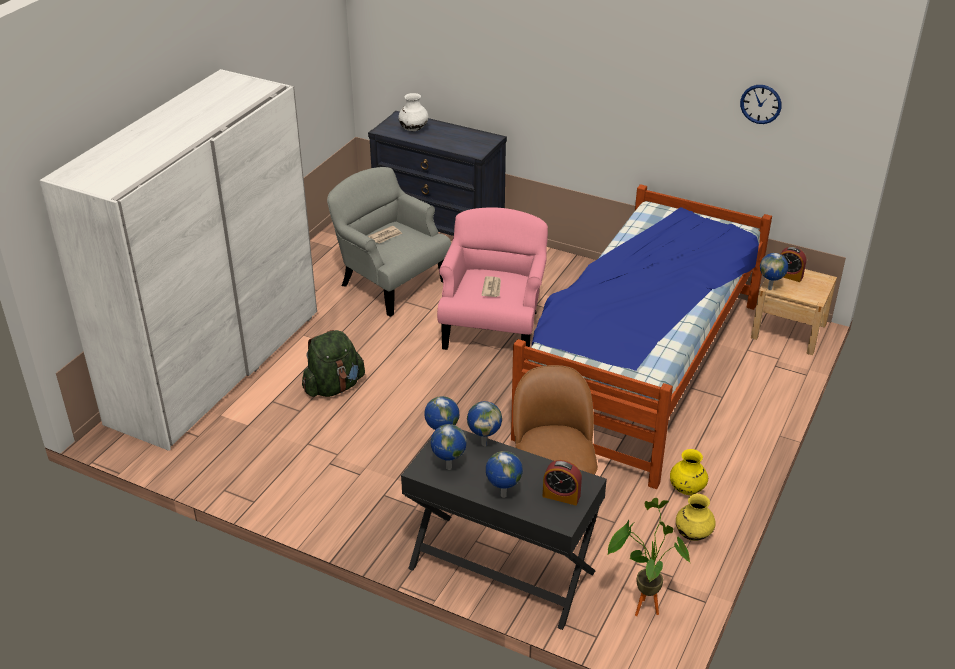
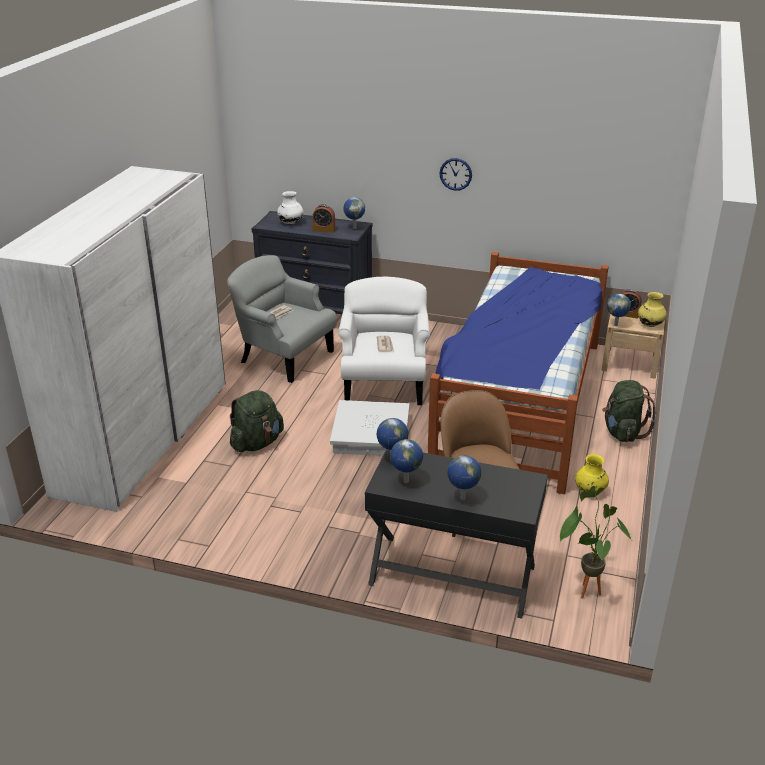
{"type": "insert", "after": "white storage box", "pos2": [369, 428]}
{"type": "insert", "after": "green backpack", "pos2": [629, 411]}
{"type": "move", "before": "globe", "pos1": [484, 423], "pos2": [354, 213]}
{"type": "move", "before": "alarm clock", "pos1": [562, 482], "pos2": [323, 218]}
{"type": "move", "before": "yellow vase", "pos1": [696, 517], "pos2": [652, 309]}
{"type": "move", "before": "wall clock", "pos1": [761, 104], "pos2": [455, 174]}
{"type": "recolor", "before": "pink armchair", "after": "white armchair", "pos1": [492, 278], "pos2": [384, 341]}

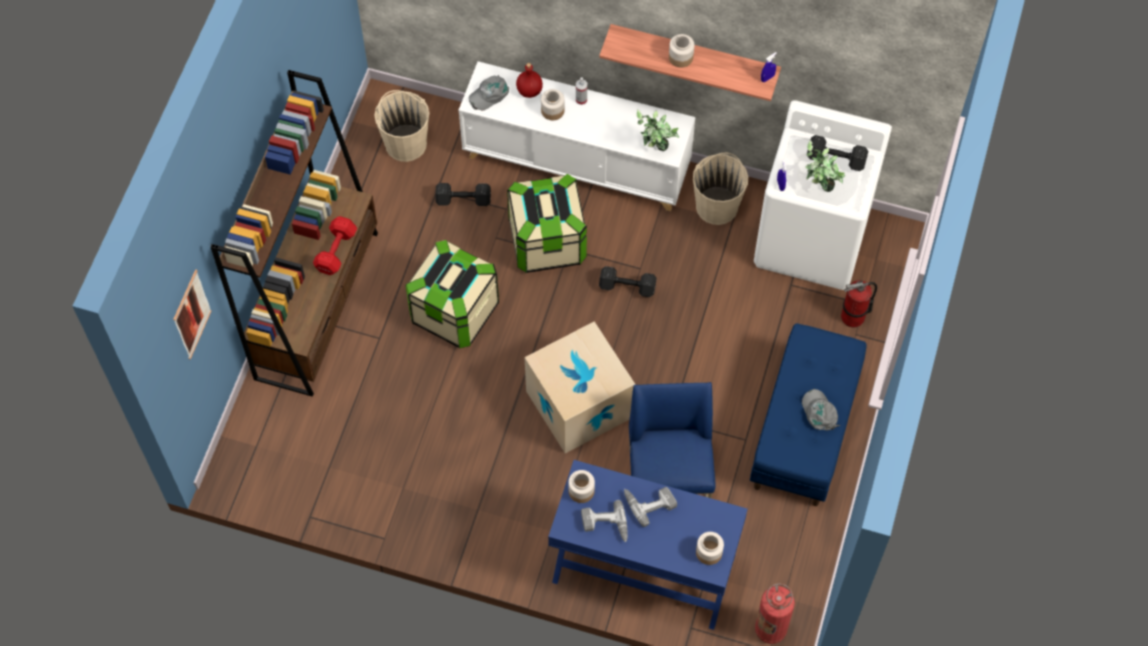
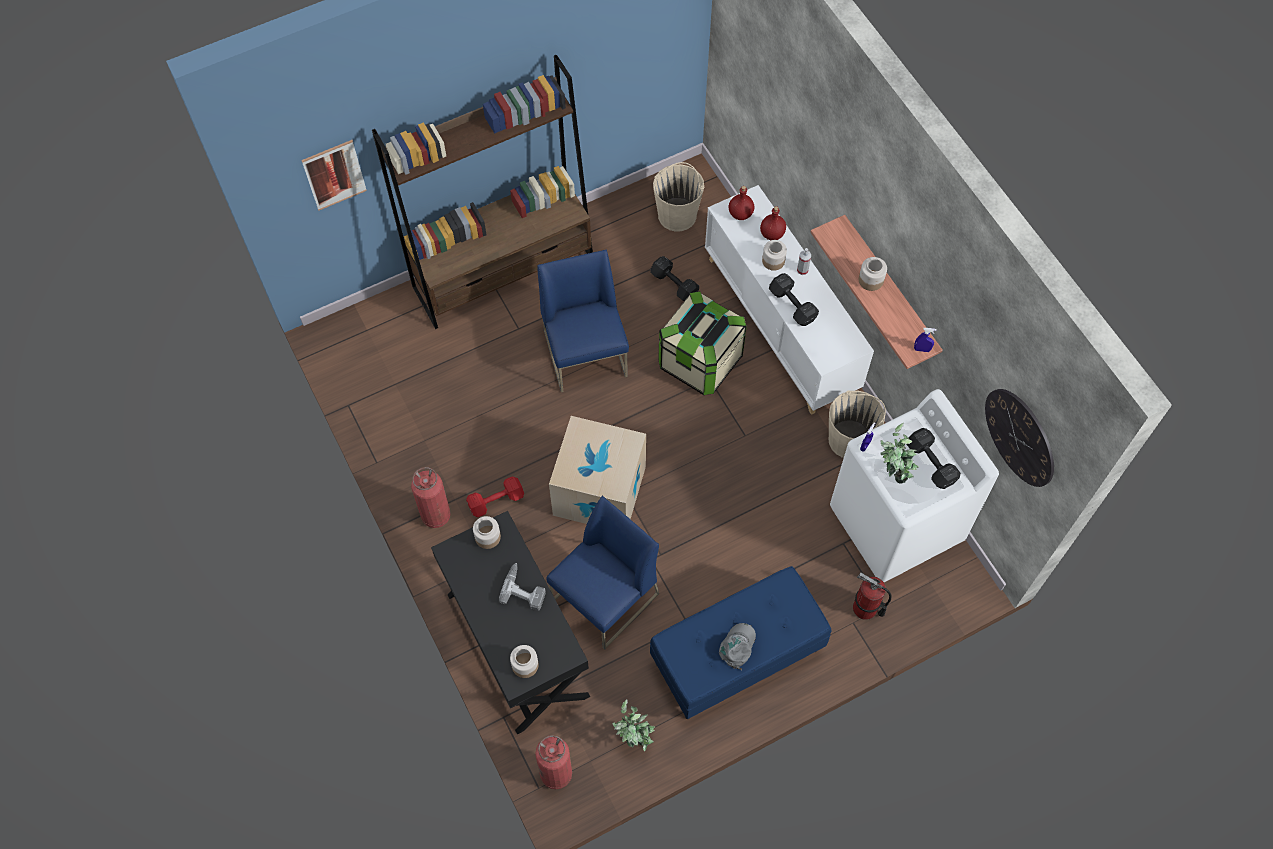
{"type": "delete", "before": "power drill", "pos1": [604, 521]}
{"type": "insert", "after": "fire extinguisher", "pos2": [431, 497]}
{"type": "insert", "after": "wall clock", "pos2": [1019, 438]}
{"type": "move", "before": "red dumbbell", "pos1": [335, 245], "pos2": [495, 496]}
{"type": "move", "before": "black dumbbell", "pos1": [628, 281], "pos2": [794, 299]}
{"type": "move", "before": "potted plant", "pos1": [658, 130], "pos2": [633, 725]}
{"type": "replace", "before": "storage box", "after": "blue chair", "pos1": [452, 294], "pos2": [583, 321]}
{"type": "replace", "before": "grey cap", "after": "red bottle", "pos1": [489, 93], "pos2": [741, 203]}
{"type": "recolor", "before": "blue desk", "after": "black desk", "pos1": [648, 545], "pos2": [510, 623]}

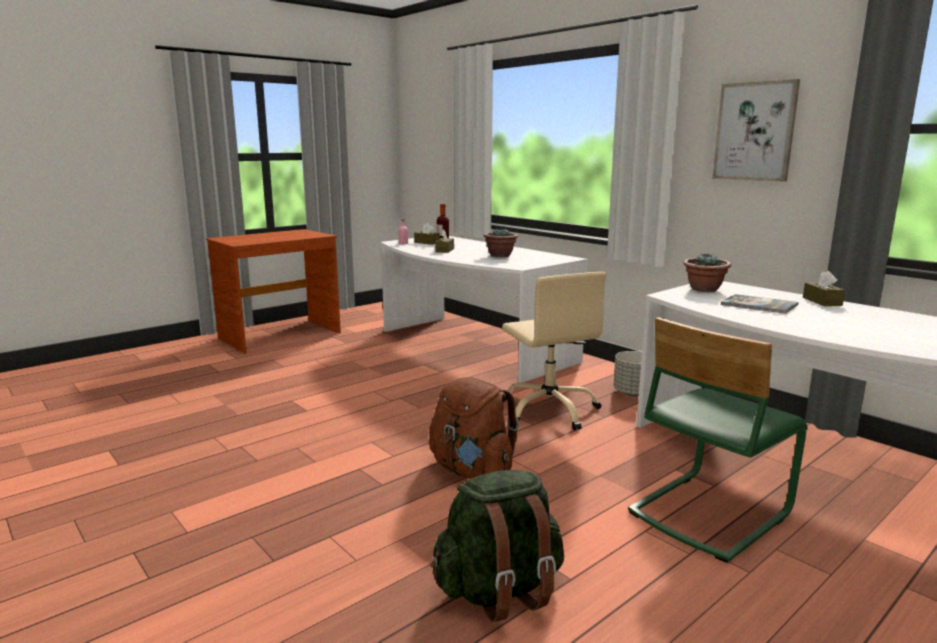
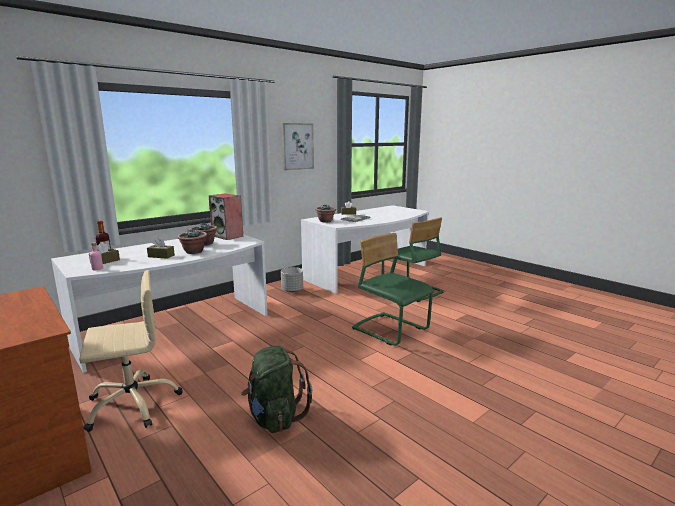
{"type": "insert", "after": "potted plant", "pos2": [192, 241]}
{"type": "insert", "after": "speaker", "pos2": [226, 216]}
{"type": "move", "before": "green backpack", "pos1": [497, 546], "pos2": [277, 389]}
{"type": "move", "before": "beige office chair", "pos1": [554, 351], "pos2": [131, 351]}
{"type": "replace", "before": "brown backpack", "after": "green chair", "pos1": [474, 428], "pos2": [393, 289]}

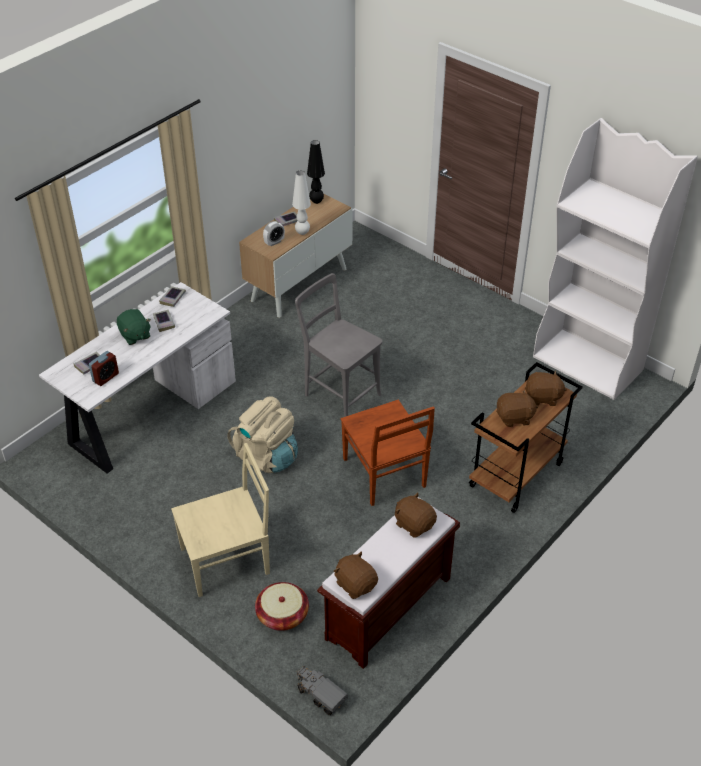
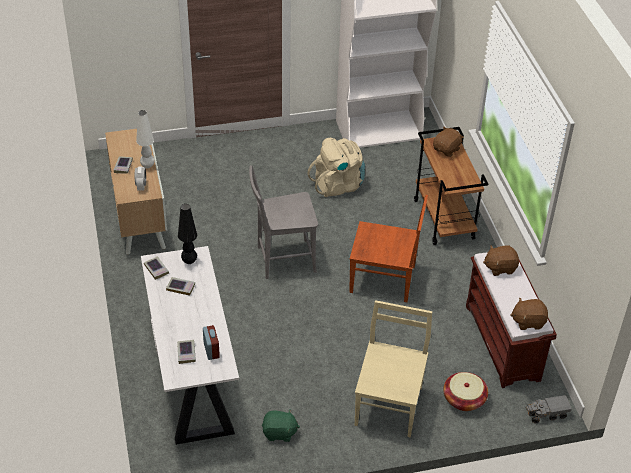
{"type": "delete", "before": "brown plush toy", "pos1": [517, 408]}
{"type": "move", "before": "green plush toy", "pos1": [134, 327], "pos2": [281, 425]}
{"type": "move", "before": "beige backpack", "pos1": [262, 434], "pos2": [336, 167]}
{"type": "move", "before": "black table lamp", "pos1": [316, 172], "pos2": [187, 234]}

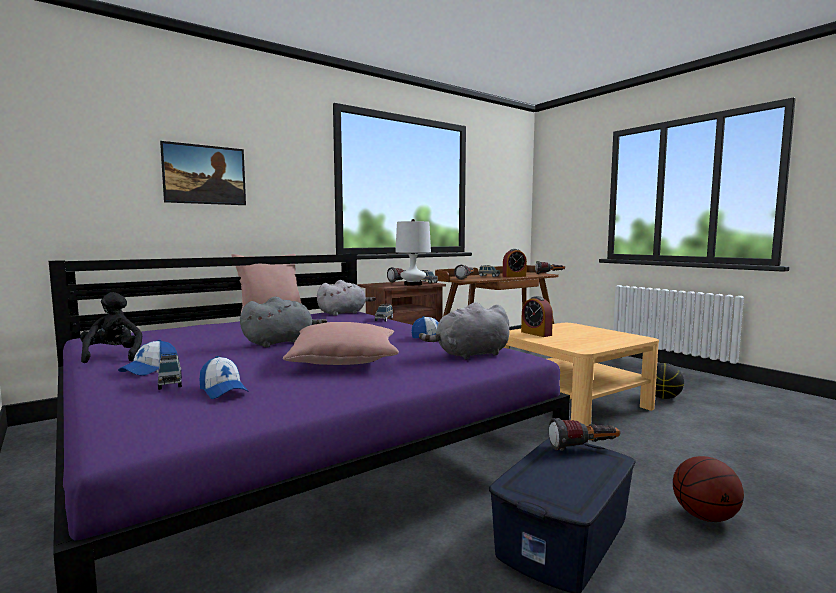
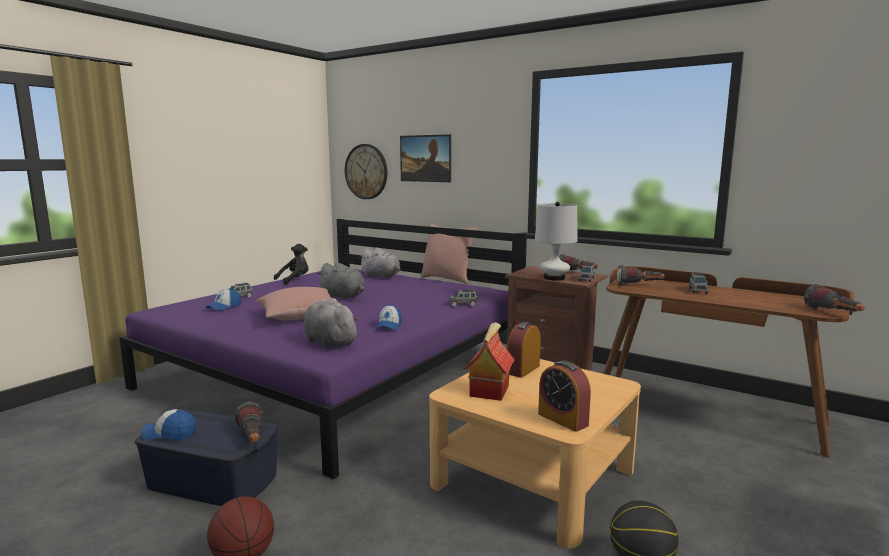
{"type": "insert", "after": "wall clock", "pos2": [366, 171]}
{"type": "insert", "after": "toy house", "pos2": [490, 361]}
{"type": "move", "before": "cap", "pos1": [148, 358], "pos2": [168, 424]}
{"type": "move", "before": "grey plush toy", "pos1": [346, 298], "pos2": [379, 263]}
{"type": "move", "before": "alarm clock", "pos1": [515, 263], "pos2": [564, 396]}

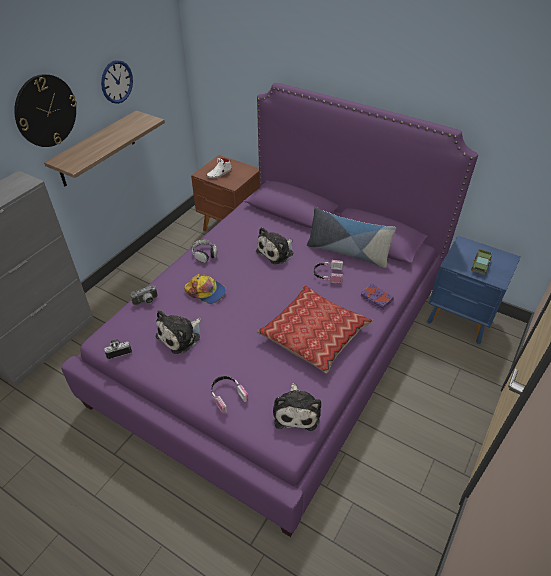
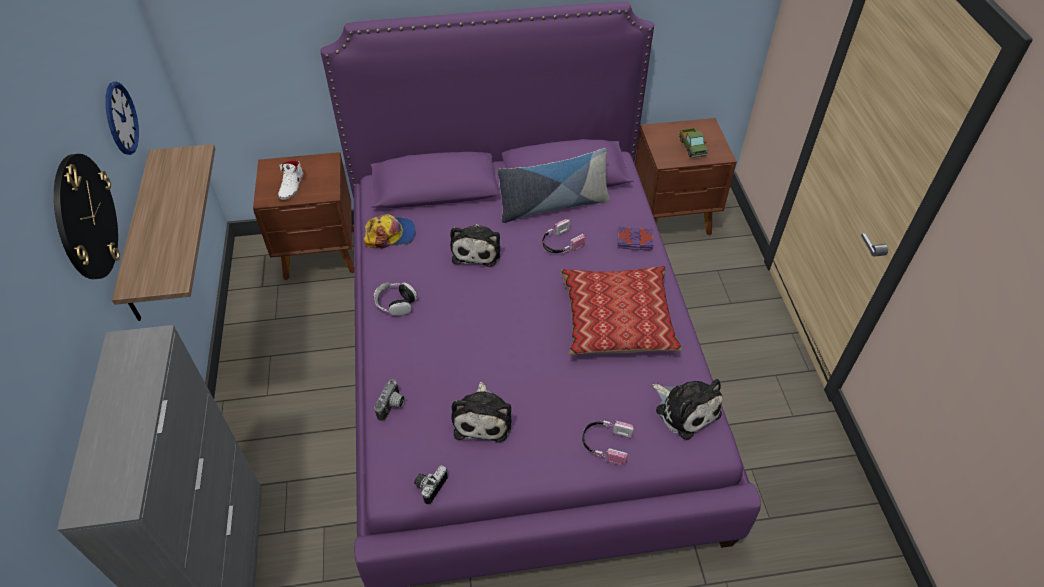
{"type": "move", "before": "cap", "pos1": [205, 289], "pos2": [389, 231]}
{"type": "recolor", "before": "blue nightstand", "after": "brown nightstand", "pos1": [474, 290], "pos2": [686, 176]}

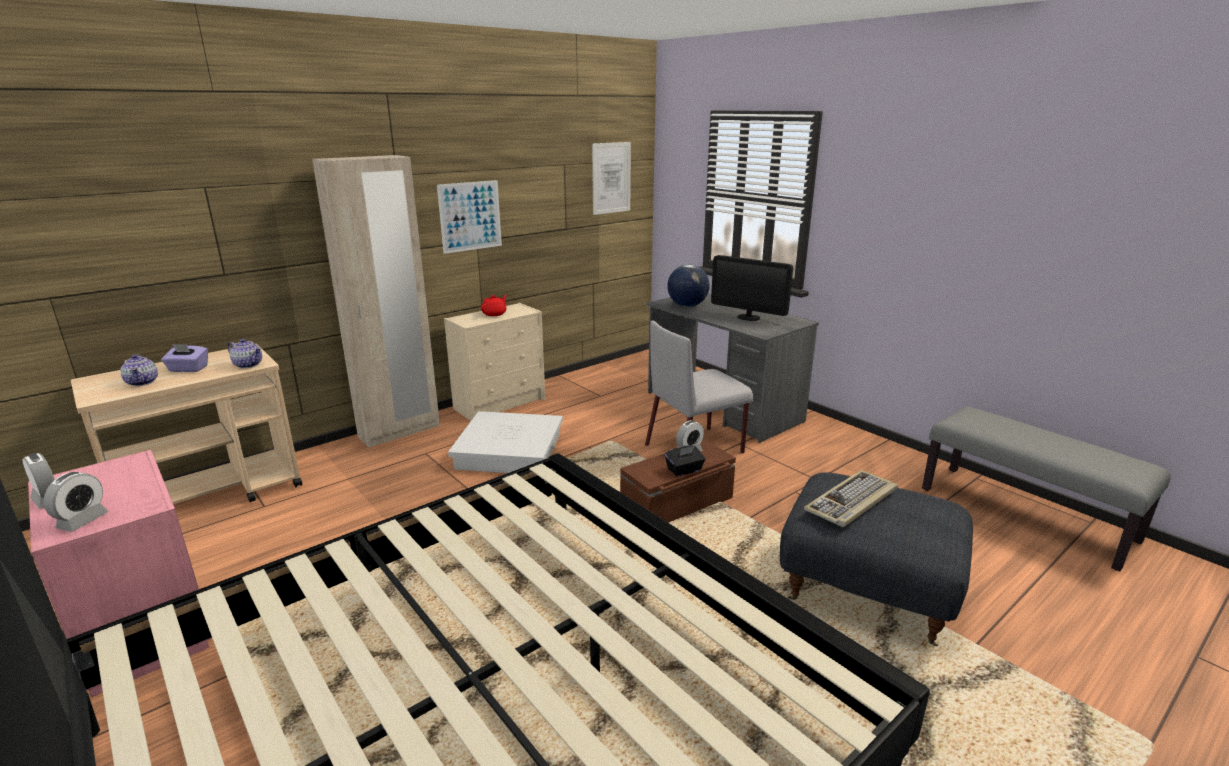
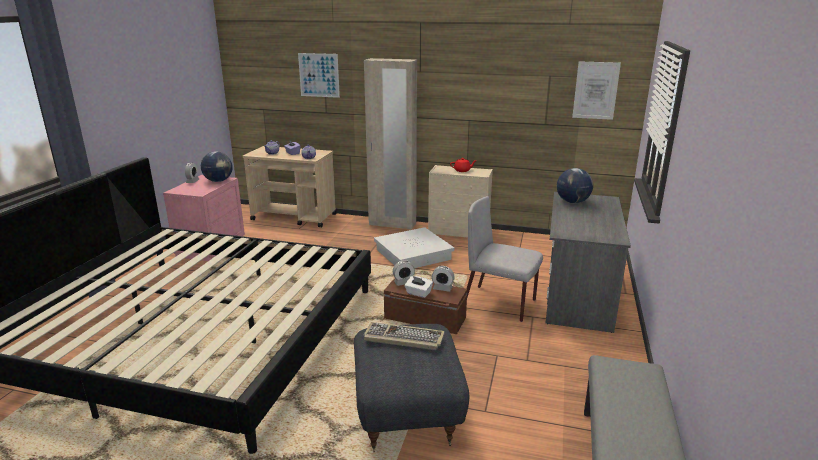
{"type": "delete", "before": "monitor", "pos1": [752, 288]}
{"type": "insert", "after": "globe", "pos2": [217, 166]}
{"type": "move", "before": "alarm clock", "pos1": [75, 502], "pos2": [404, 273]}
{"type": "move", "before": "picture", "pos1": [469, 217], "pos2": [319, 75]}
{"type": "recolor", "before": "black tissue box", "after": "white tissue box", "pos1": [685, 460], "pos2": [419, 287]}

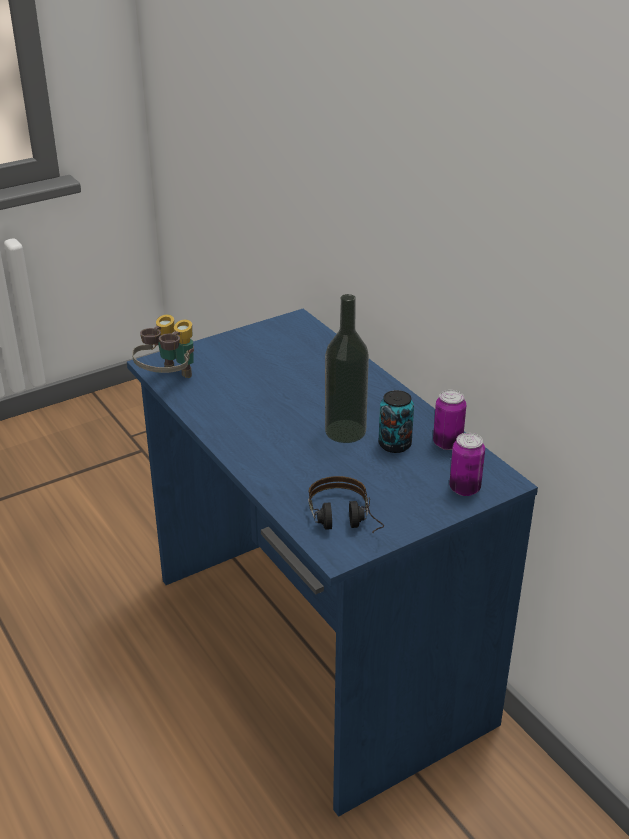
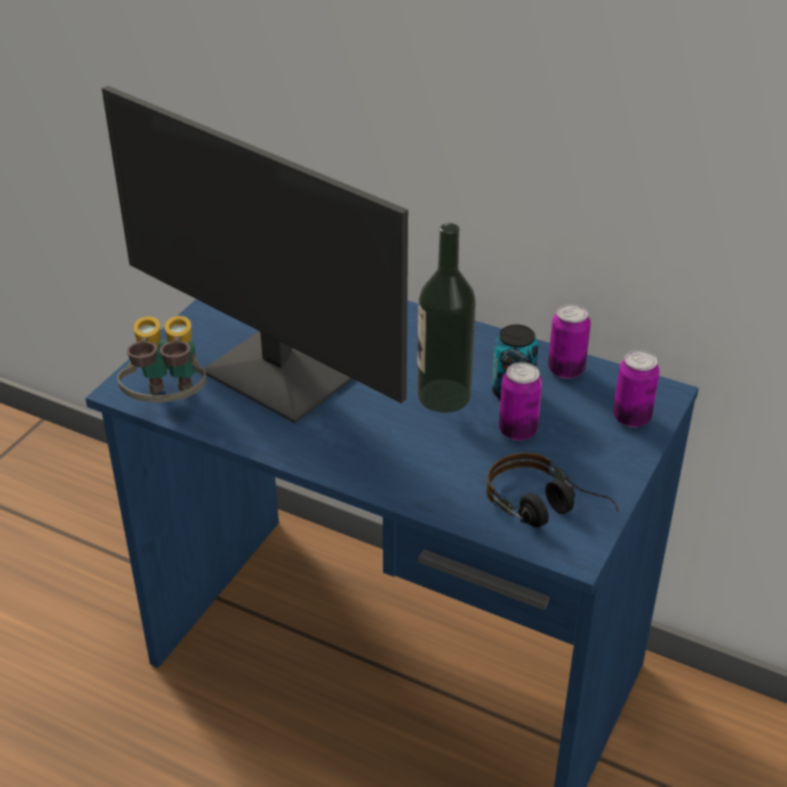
{"type": "insert", "after": "monitor", "pos2": [255, 254]}
{"type": "insert", "after": "can", "pos2": [521, 401]}

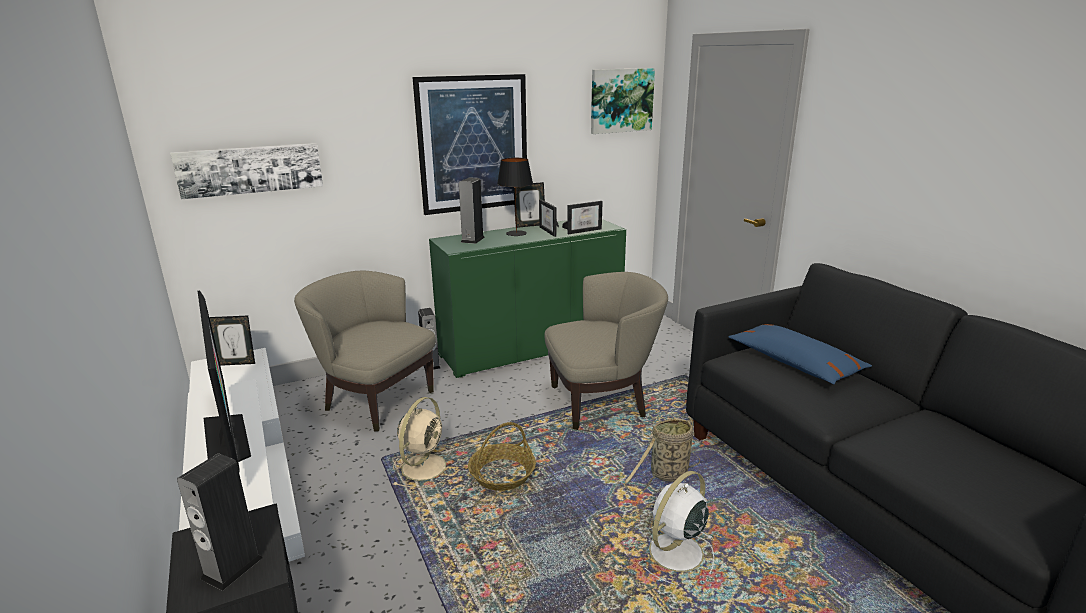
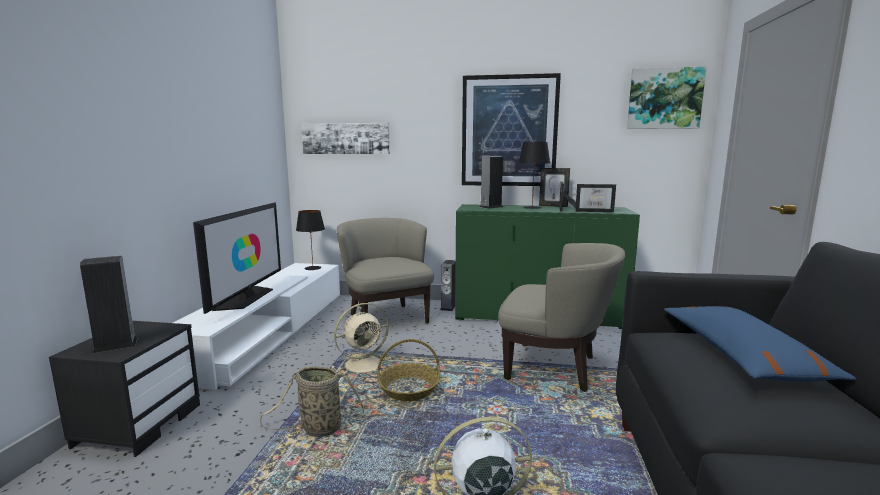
{"type": "move", "before": "basket", "pos1": [661, 455], "pos2": [312, 401]}
{"type": "replace", "before": "picture frame", "after": "black table lamp", "pos1": [232, 341], "pos2": [310, 240]}

